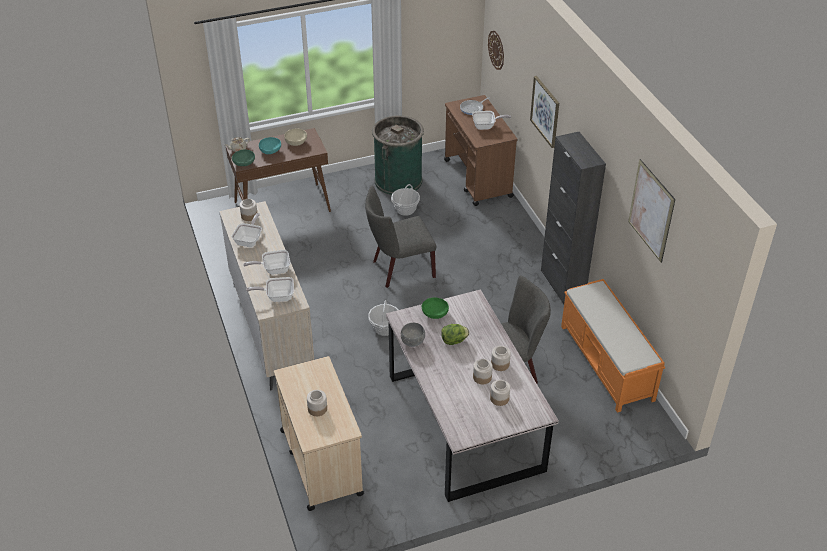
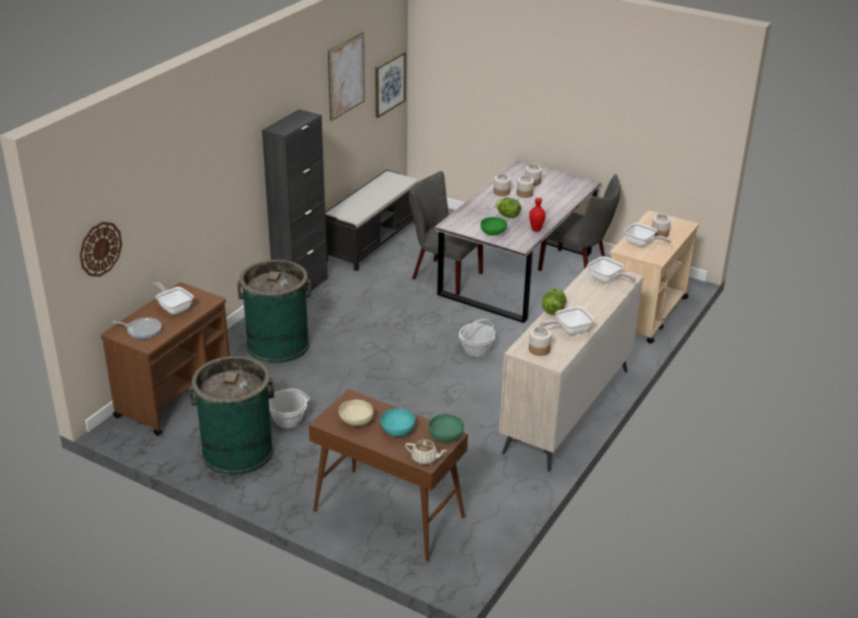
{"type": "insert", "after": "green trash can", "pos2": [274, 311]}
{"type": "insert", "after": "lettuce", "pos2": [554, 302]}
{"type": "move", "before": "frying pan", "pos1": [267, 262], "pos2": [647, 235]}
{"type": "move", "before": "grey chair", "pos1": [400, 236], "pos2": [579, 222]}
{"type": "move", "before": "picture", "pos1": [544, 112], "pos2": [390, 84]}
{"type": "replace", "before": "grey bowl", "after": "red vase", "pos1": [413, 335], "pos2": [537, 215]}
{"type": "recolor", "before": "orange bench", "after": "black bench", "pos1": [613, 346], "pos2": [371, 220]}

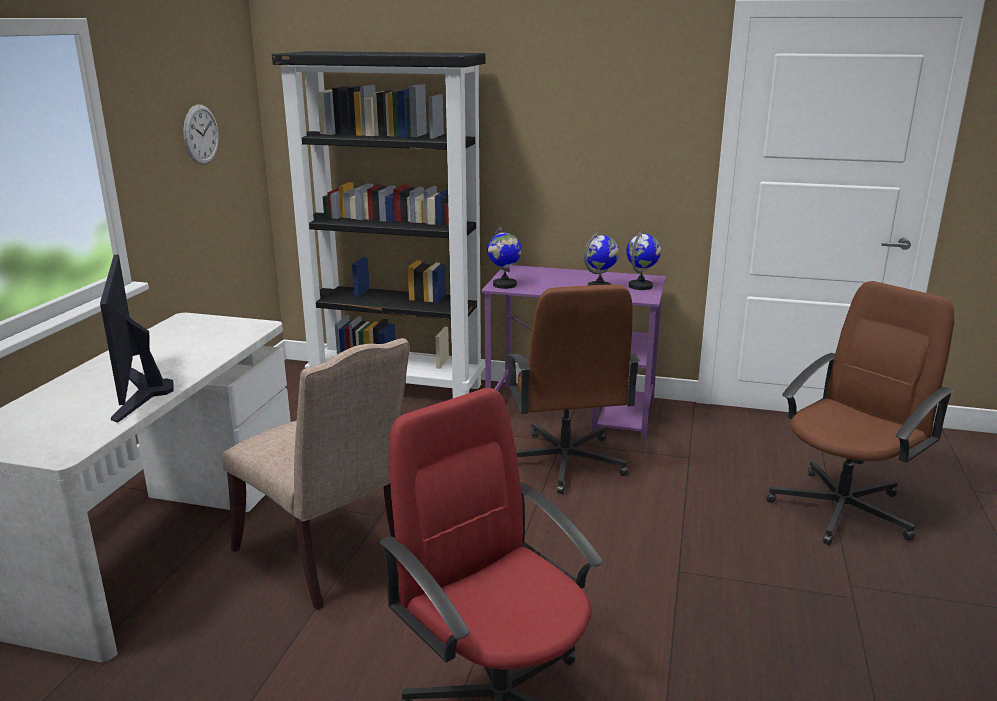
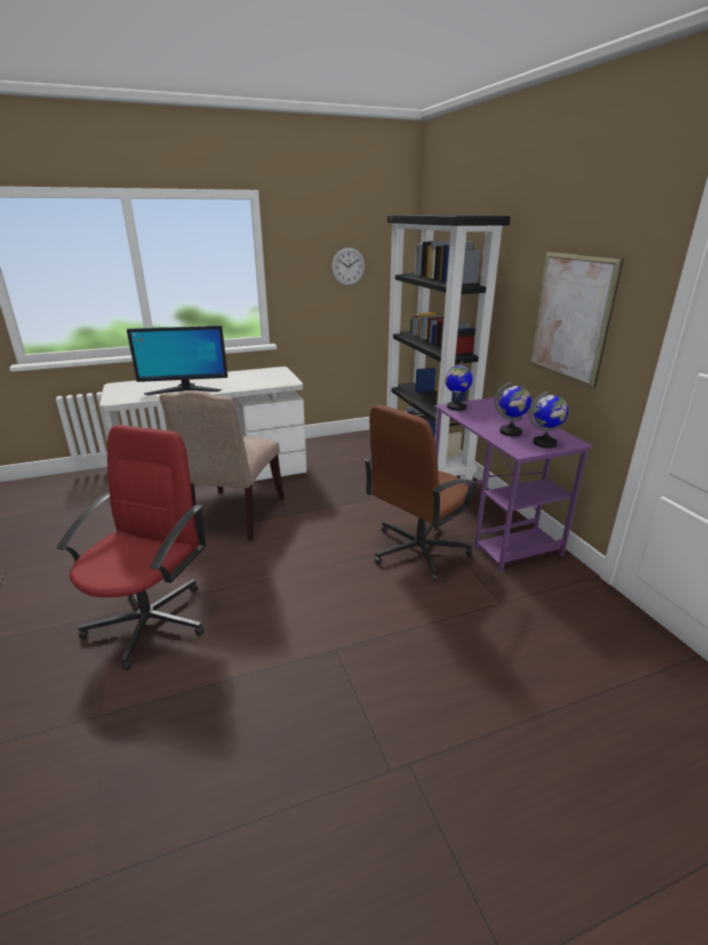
{"type": "delete", "before": "brown office chair", "pos1": [860, 413]}
{"type": "insert", "after": "picture", "pos2": [576, 320]}
{"type": "rotate", "before": "monitor", "pos1": [137, 338], "pos2": [177, 360], "turn": -135}

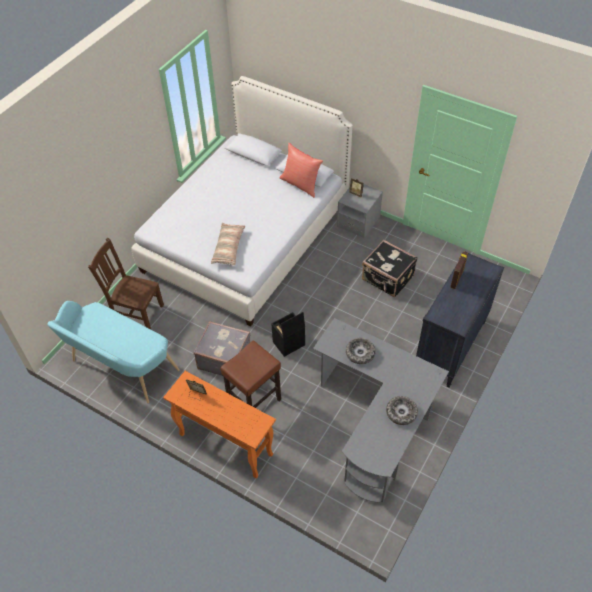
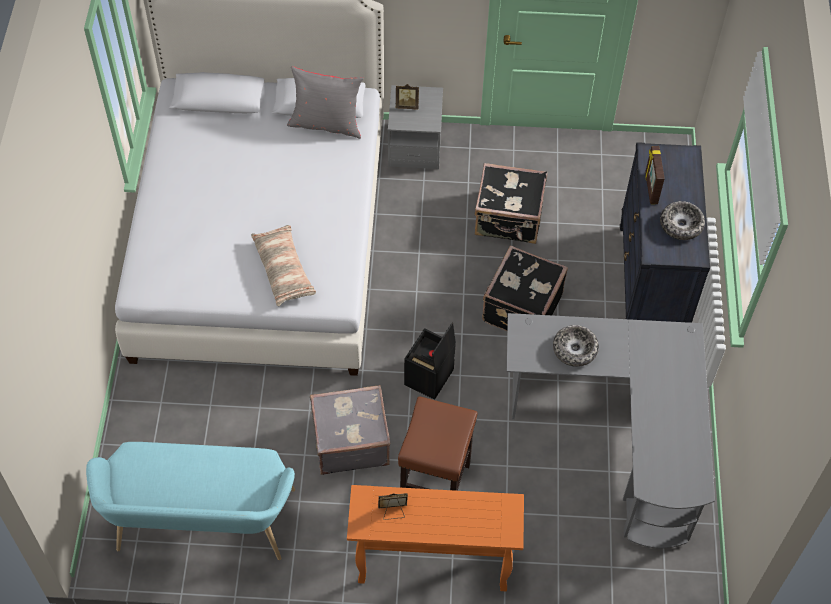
{"type": "delete", "before": "brown chair", "pos1": [126, 283]}
{"type": "insert", "after": "black suitcase", "pos2": [525, 288]}
{"type": "move", "before": "bowl", "pos1": [402, 410], "pos2": [682, 220]}
{"type": "recolor", "before": "red pillow", "after": "grey pillow", "pos1": [301, 170], "pos2": [325, 102]}

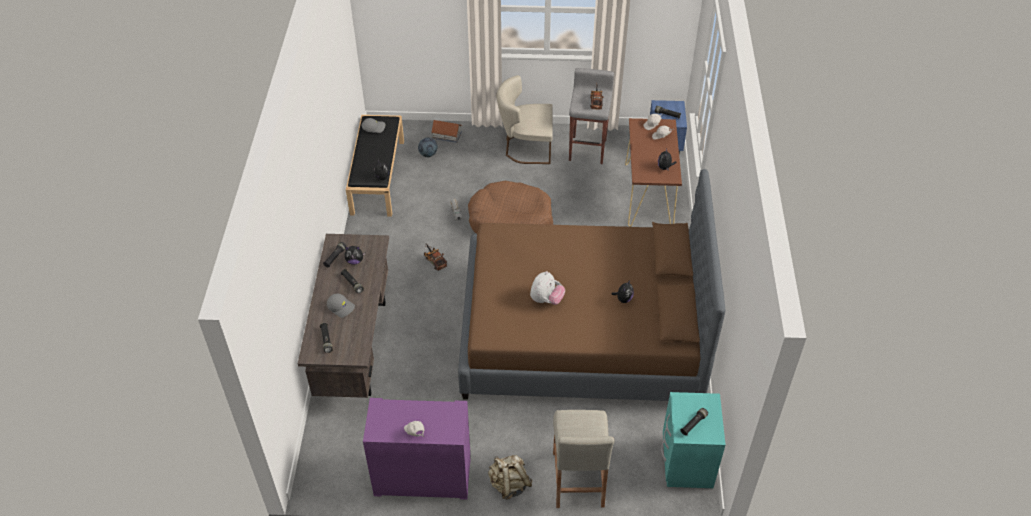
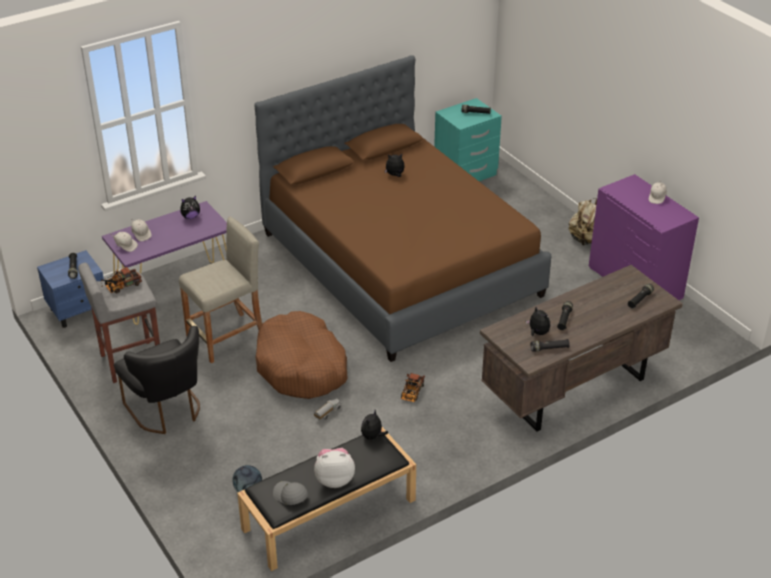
{"type": "delete", "before": "grey cap", "pos1": [341, 306]}
{"type": "delete", "before": "toy house", "pos1": [446, 131]}
{"type": "move", "before": "plush toy", "pos1": [547, 288], "pos2": [334, 468]}
{"type": "move", "before": "beige stool", "pos1": [584, 459], "pos2": [220, 290]}
{"type": "recolor", "before": "beige chair", "after": "black chair", "pos1": [524, 119], "pos2": [157, 380]}
{"type": "recolor", "before": "brown console table", "after": "purple console table", "pos1": [653, 172], "pos2": [164, 263]}

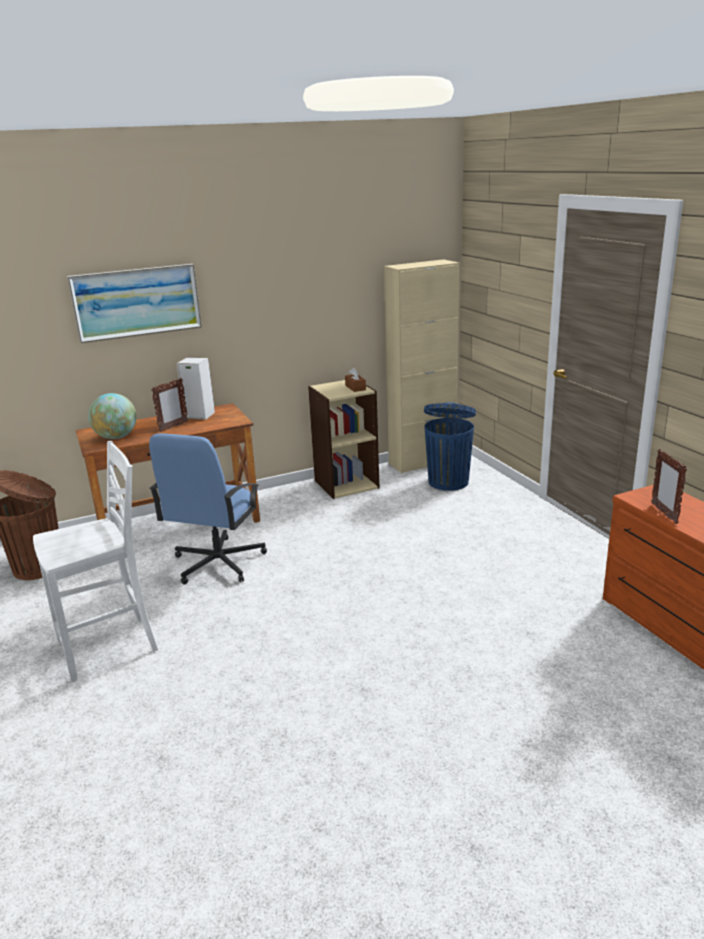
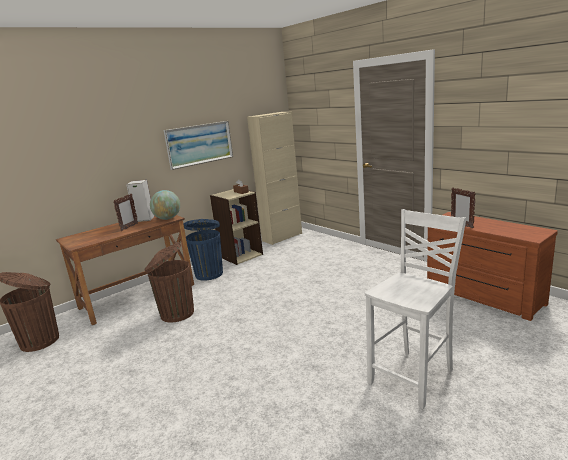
{"type": "move", "before": "white chair", "pos1": [95, 561], "pos2": [416, 309]}
{"type": "move", "before": "picture", "pos1": [134, 303], "pos2": [198, 145]}
{"type": "move", "before": "globe", "pos1": [112, 416], "pos2": [165, 205]}
{"type": "move", "before": "blue trash can", "pos1": [450, 446], "pos2": [203, 250]}
{"type": "replace", "before": "blue office chair", "after": "brown trash can", "pos1": [208, 509], "pos2": [169, 282]}

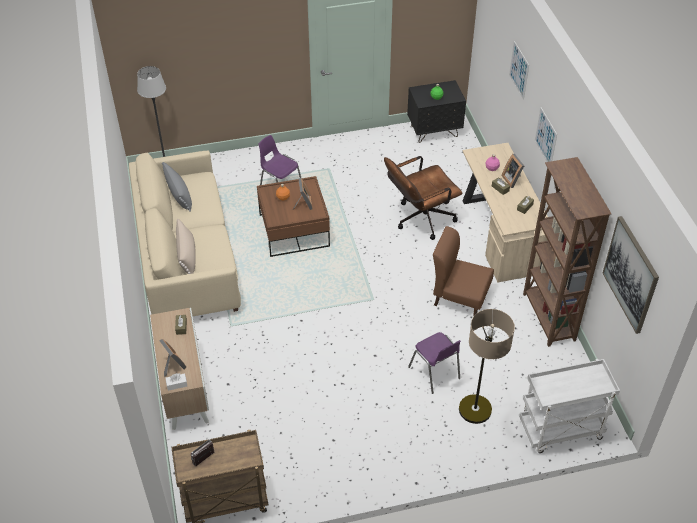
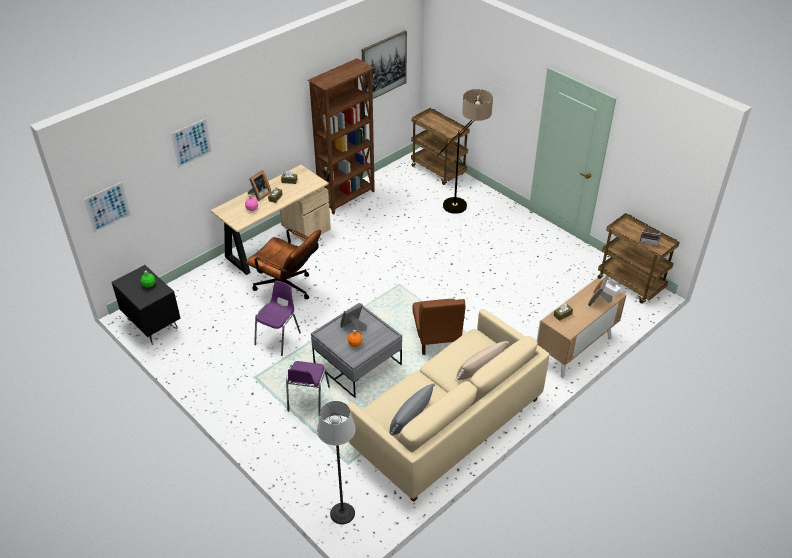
{"type": "move", "before": "purple chair", "pos1": [434, 363], "pos2": [277, 318]}
{"type": "move", "before": "brown chair", "pos1": [463, 271], "pos2": [438, 327]}
{"type": "move", "before": "picture", "pos1": [546, 134], "pos2": [107, 207]}
{"type": "recolor", "before": "brown coffee table", "after": "grey coffee table", "pos1": [293, 216], "pos2": [356, 350]}
{"type": "recolor", "before": "white cart", "after": "brown cart", "pos1": [569, 406], "pos2": [440, 146]}

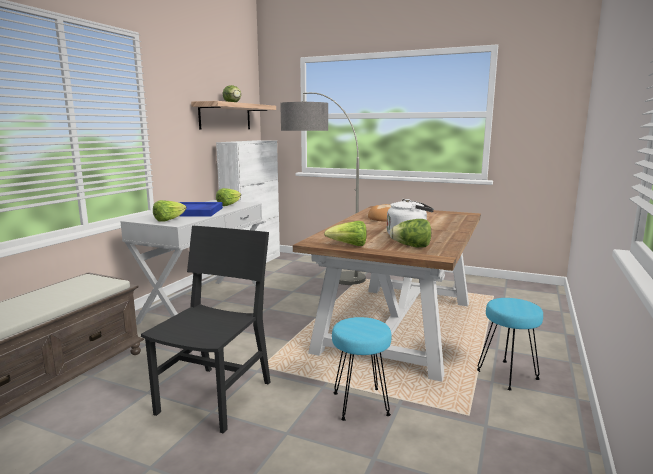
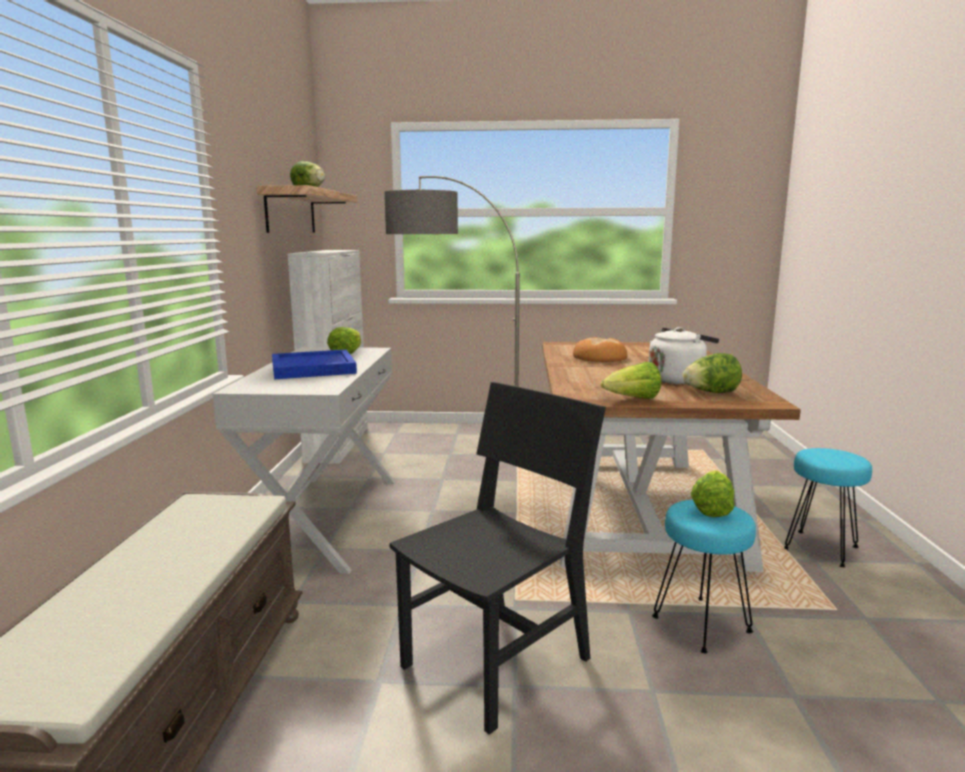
{"type": "move", "before": "lettuce", "pos1": [169, 211], "pos2": [712, 493]}
{"type": "rotate", "before": "black chair", "pos1": [205, 330], "pos2": [497, 558], "turn": 45}

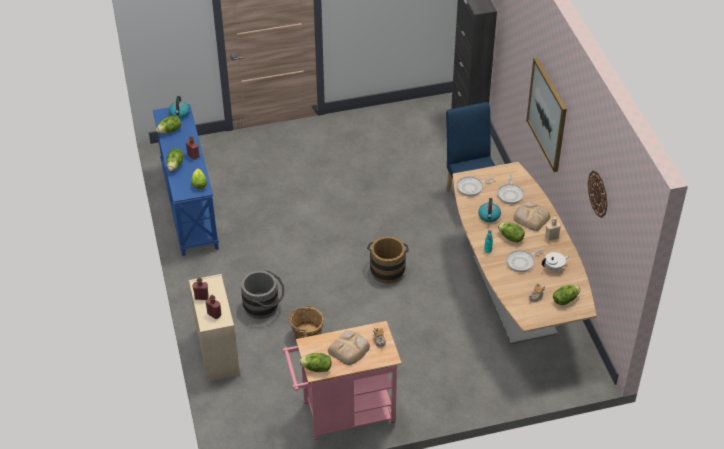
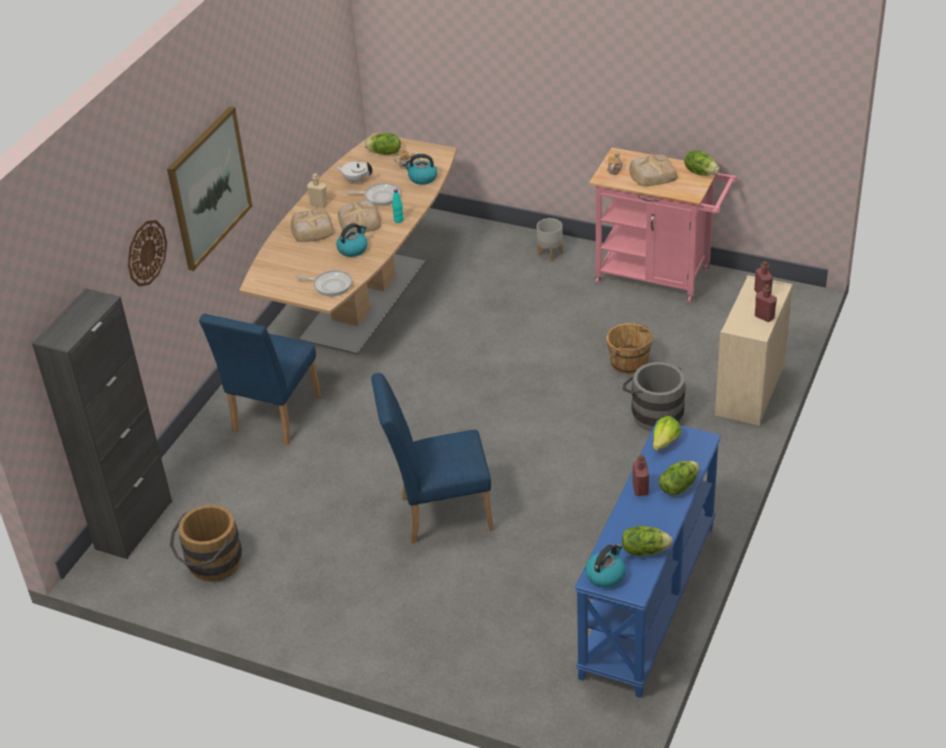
{"type": "delete", "before": "frying pan", "pos1": [510, 189]}
{"type": "insert", "after": "blue chair", "pos2": [432, 458]}
{"type": "insert", "after": "kettle", "pos2": [420, 169]}
{"type": "insert", "after": "grey planter", "pos2": [550, 240]}
{"type": "move", "before": "brown bucket", "pos1": [388, 260], "pos2": [206, 543]}
{"type": "move", "before": "wall clock", "pos1": [597, 194], "pos2": [147, 253]}
{"type": "replace", "before": "lettuce", "after": "bread", "pos1": [511, 233], "pos2": [359, 216]}

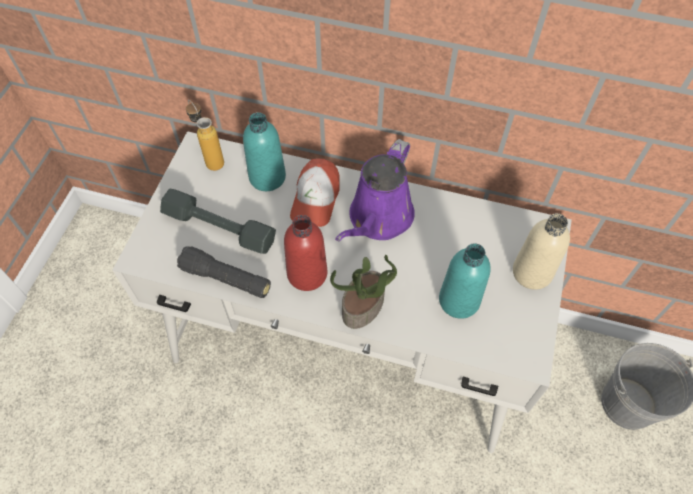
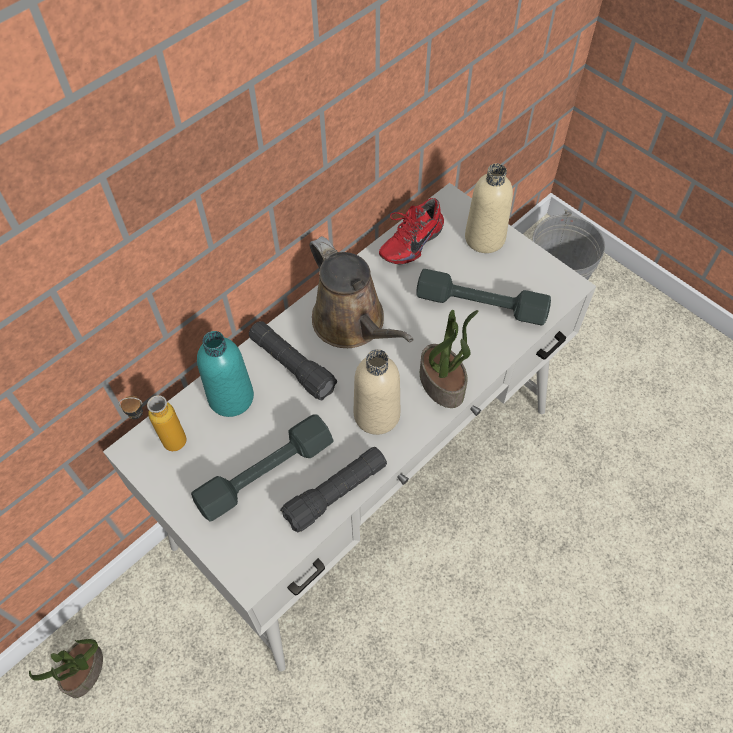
{"type": "insert", "after": "potted plant", "pos2": [66, 668]}
{"type": "insert", "after": "red shoe", "pos2": [411, 231]}
{"type": "replace", "before": "cap", "after": "black flashlight", "pos1": [315, 192], "pos2": [293, 360]}
{"type": "replace", "before": "turquoise bottle", "after": "grey dumbbell", "pos1": [464, 281], "pos2": [483, 297]}
{"type": "recolor", "before": "red bottle", "after": "beige bottle", "pos1": [305, 253], "pos2": [376, 392]}
{"type": "recolor", "before": "purple watering can", "after": "brown watering can", "pos1": [375, 190], "pos2": [362, 292]}

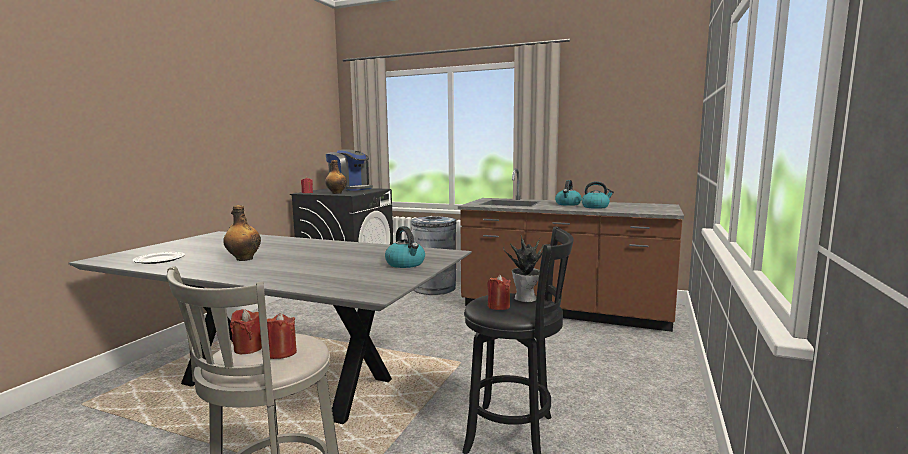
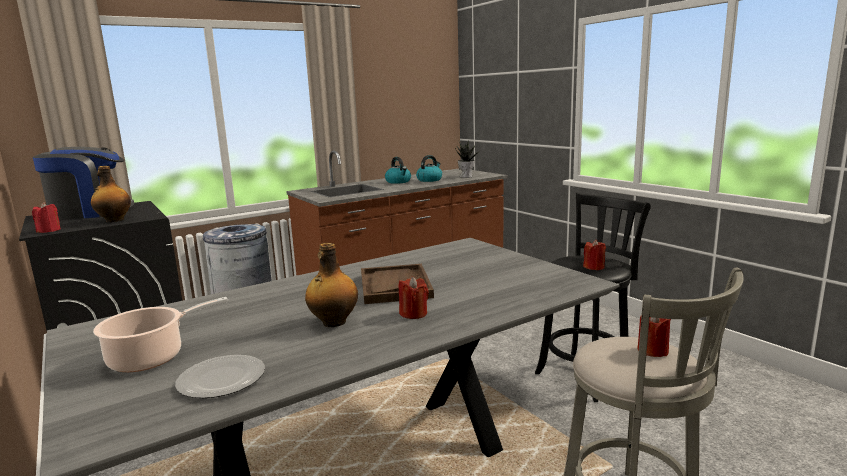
{"type": "delete", "before": "kettle", "pos1": [405, 247]}
{"type": "insert", "after": "cooking pot", "pos2": [160, 334]}
{"type": "insert", "after": "brown tray", "pos2": [397, 284]}
{"type": "move", "before": "red candle", "pos1": [246, 331], "pos2": [414, 298]}
{"type": "move", "before": "potted plant", "pos1": [523, 268], "pos2": [468, 159]}

